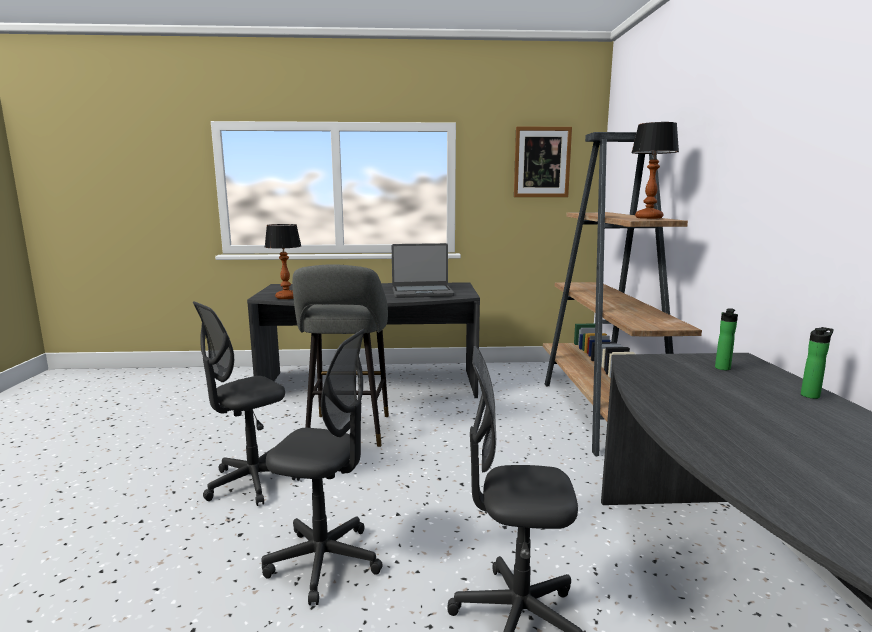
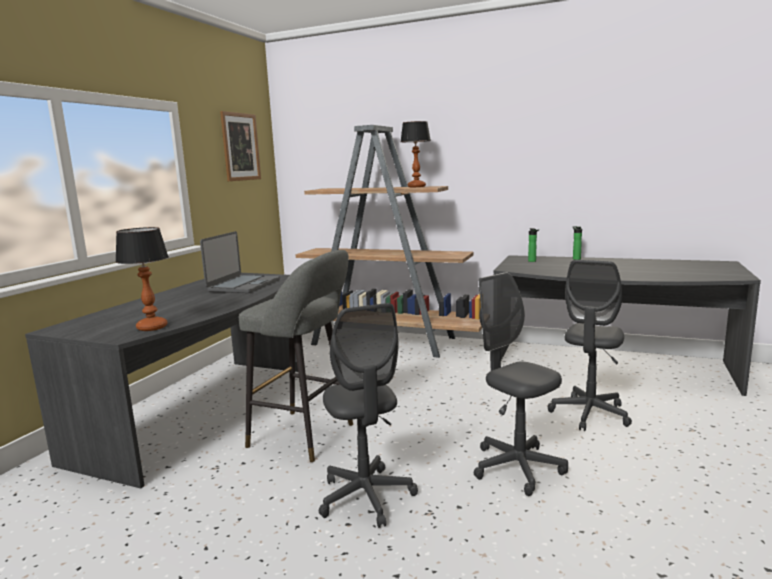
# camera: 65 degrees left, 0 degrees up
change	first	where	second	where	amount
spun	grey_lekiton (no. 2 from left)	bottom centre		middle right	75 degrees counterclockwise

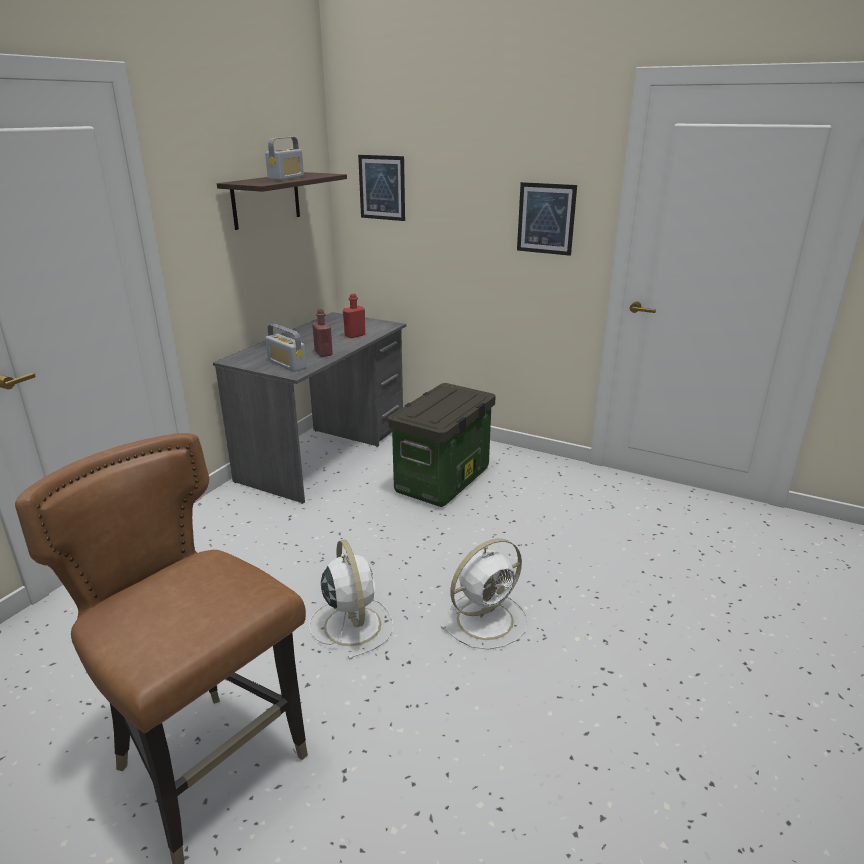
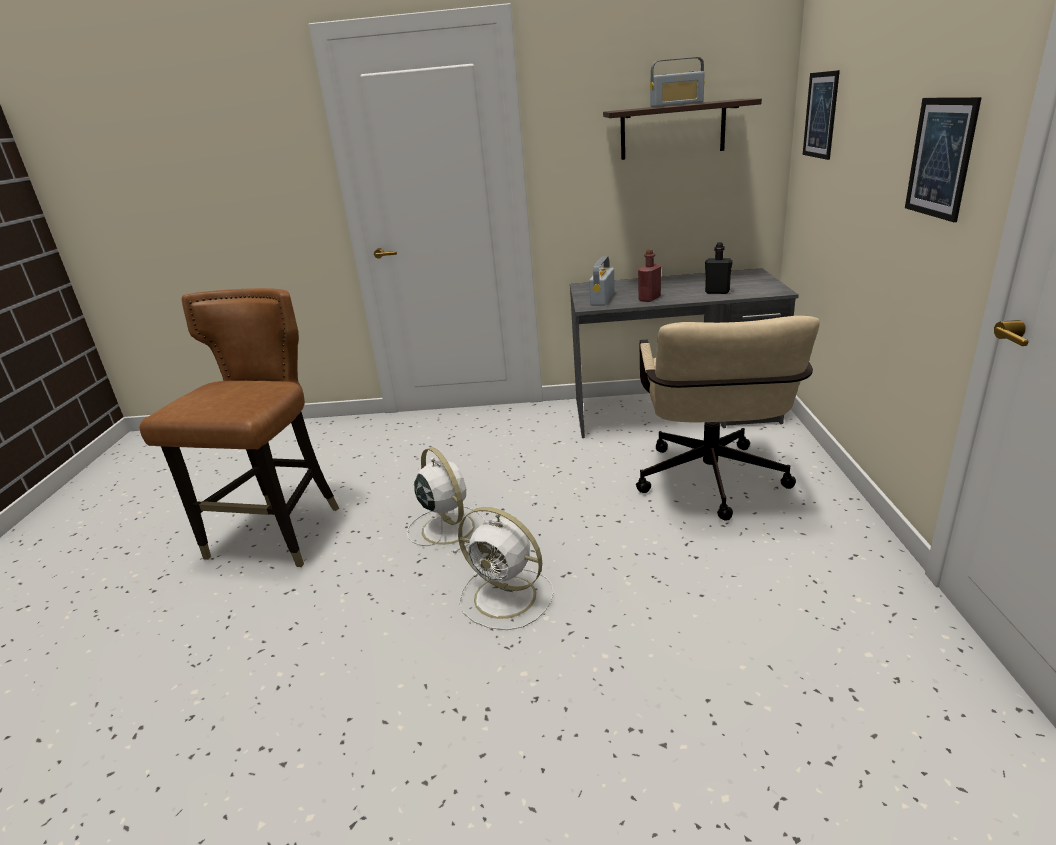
# camera: 65 degrees right, 0 degrees up
change	first	where	second	where	amount
exchanged	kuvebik	centre	beige_lekiton	middle right	
colour	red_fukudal (no. 2 from left)	centre	black_fukudal	top right	
spun	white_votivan (no. 1 from left)	bottom centre		centre	75 degrees counterclockwise

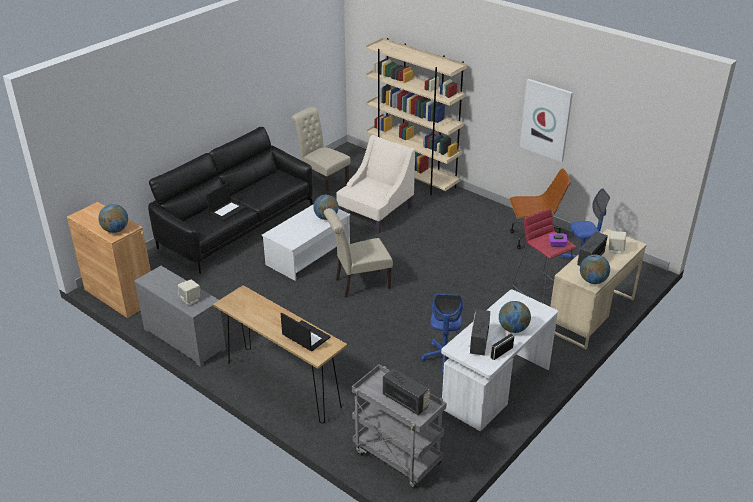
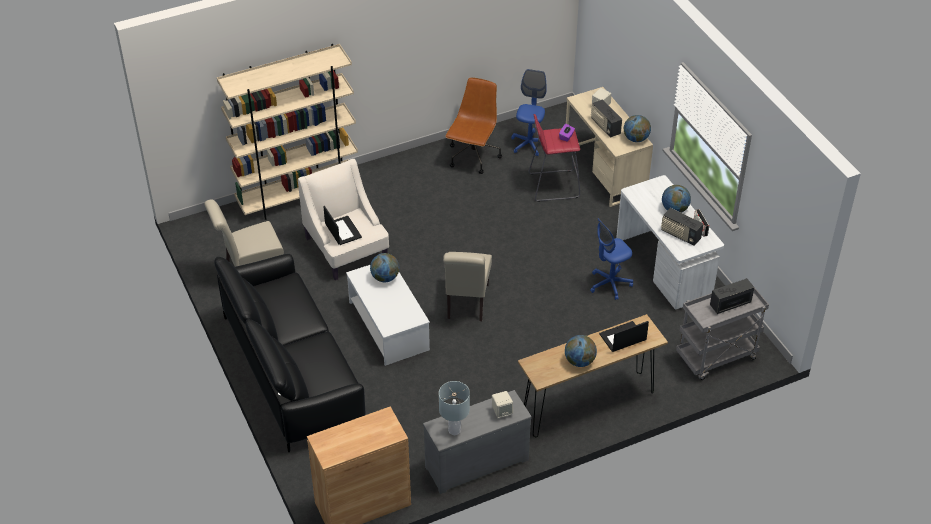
# camera: 65 degrees left, 10 degrees up
change	first	where	second	where	amount
missing	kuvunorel	top right			
appeared			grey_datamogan	bottom centre	
relocated	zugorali (no. 1 from left in the first image)	middle left	zugorali (no. 2 from left)	bottom centre	
relocated	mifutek (no. 1 from left)	middle left		centre	
spun	blue_lekiton (no. 1 from left in the first image)	centre	blue_lekiton (no. 2 from left)	centre	120 degrees clockwise

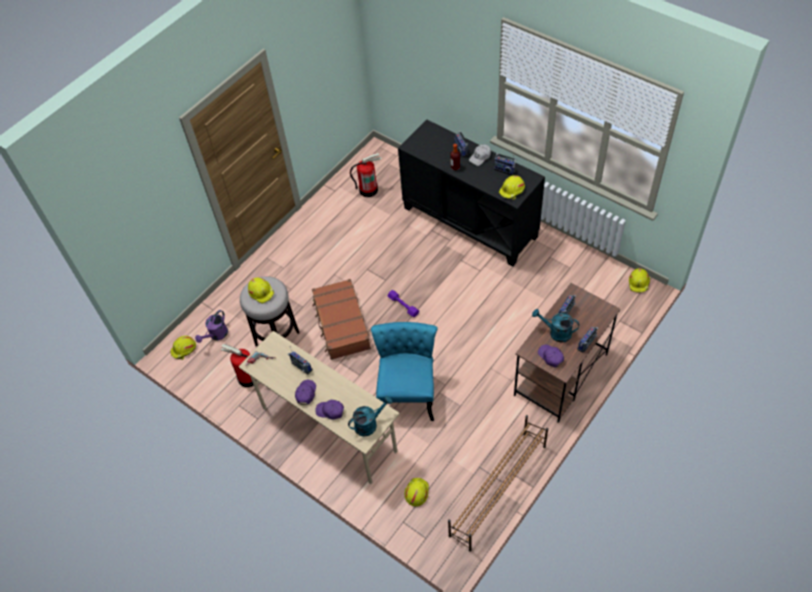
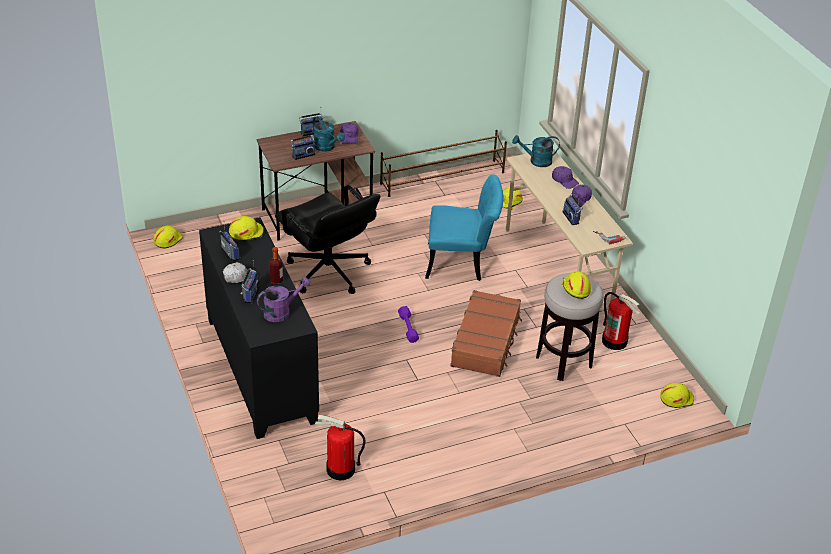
# camera: 155 degrees left, 15 degrees down
change	first	where	second	where	amount
appeared			black_lekiton	centre	
relocated	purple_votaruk	middle left		centre	
spun	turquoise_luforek	centre		centre	120 degrees counterclockwise

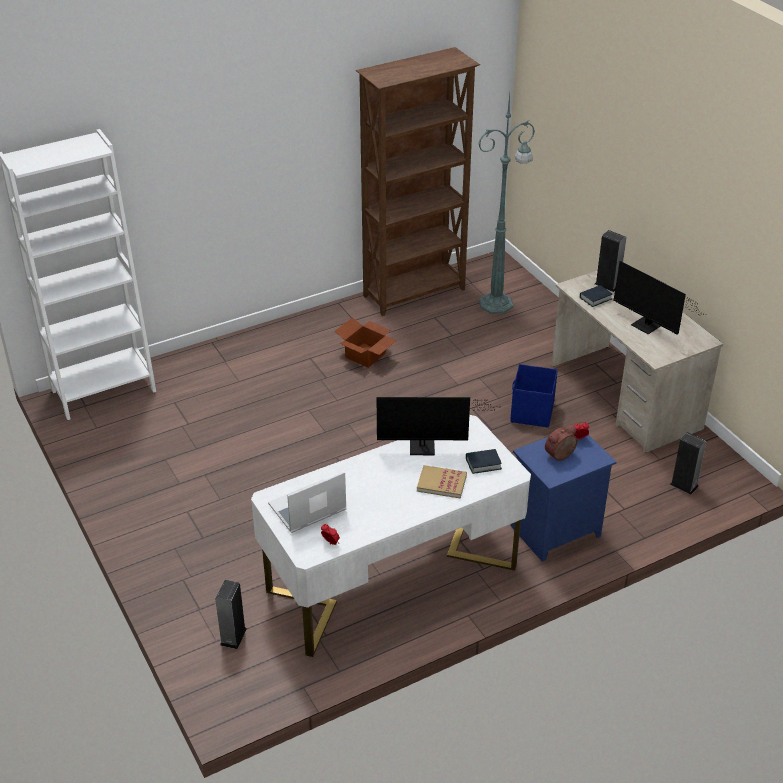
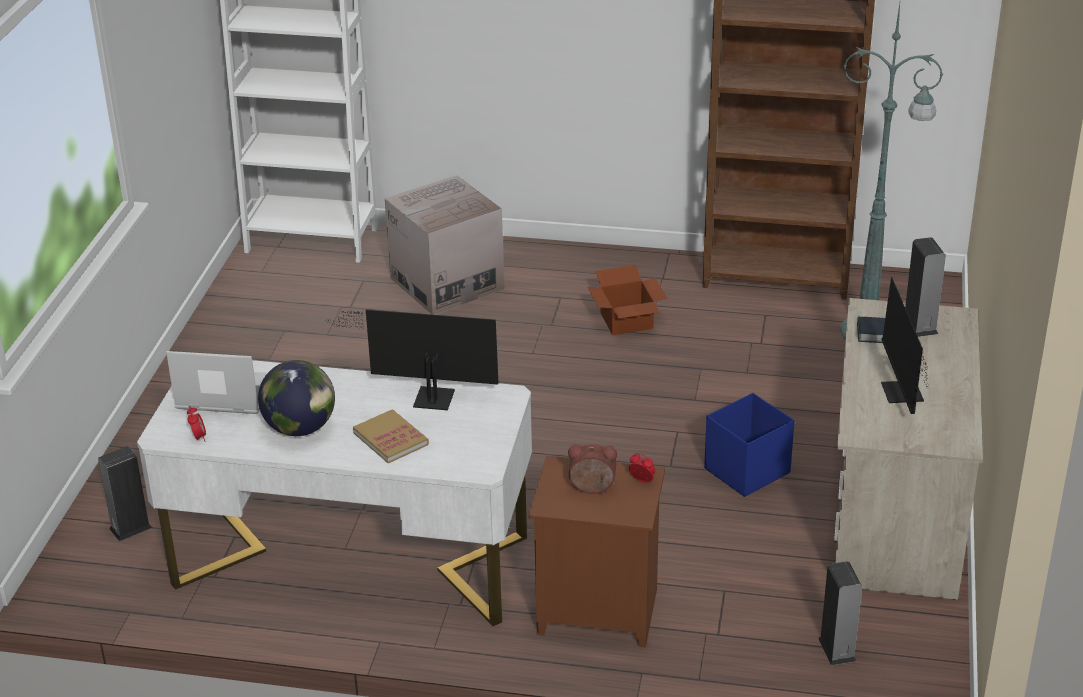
# camera: 40 degrees right, 5 degrees down
change	first	where	second	where	amount
missing	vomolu (no. 2 from left)	centre			
appeared			zugorali	middle left	
appeared			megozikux (no. 1 from left)	centre	
colour	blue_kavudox	middle right	brown_kavudox	bottom centre	
spun	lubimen (no. 1 from left)	centre		centre	150 degrees clockwise

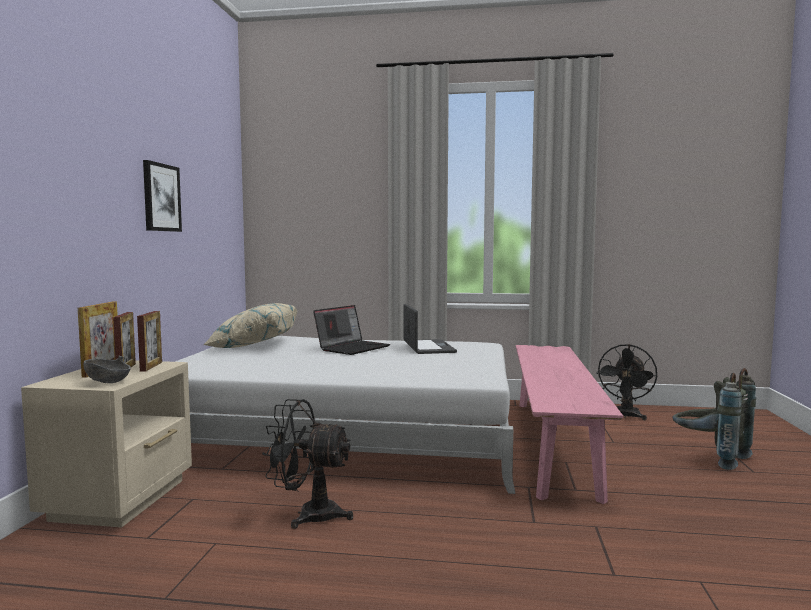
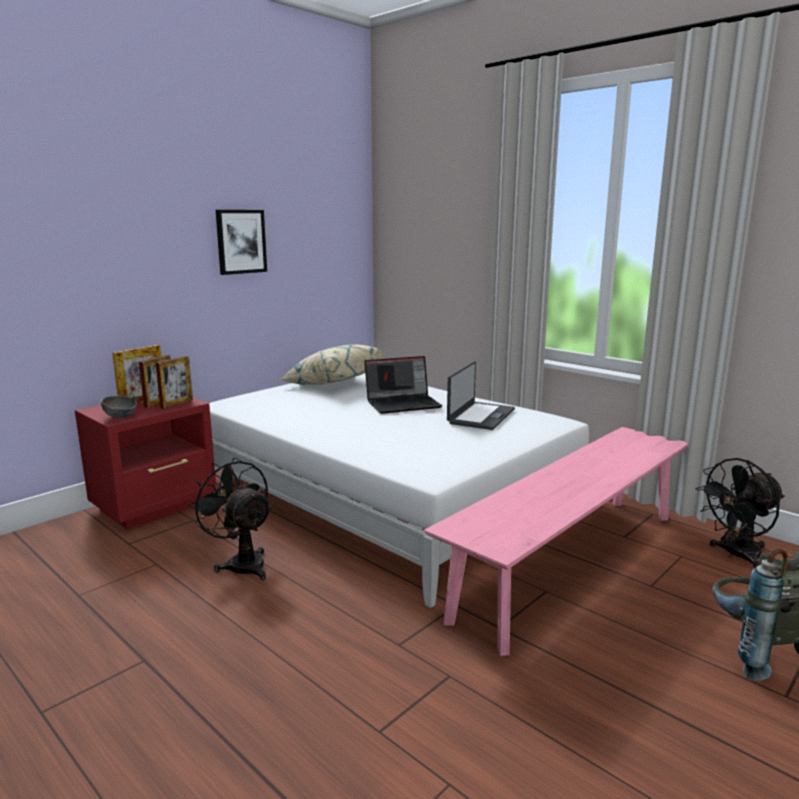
# camera: 35 degrees right, 10 degrees up
change	first	where	second	where	amount
colour	beige_kavudox	bottom left	red_kavudox	middle left	

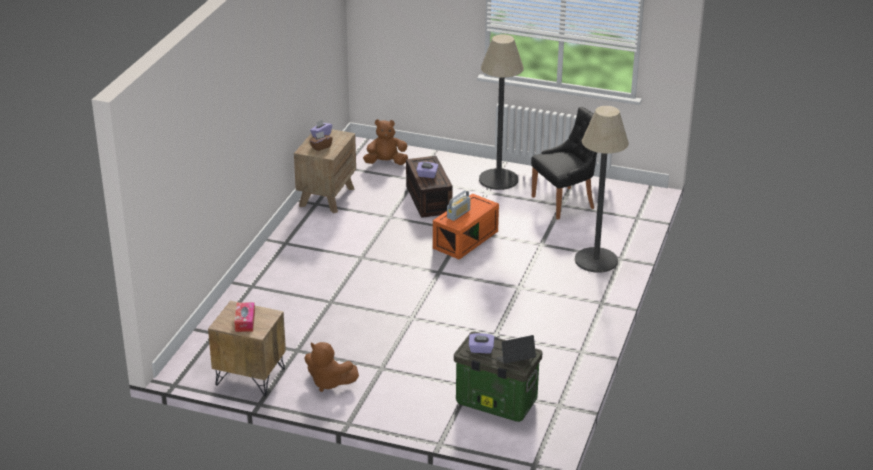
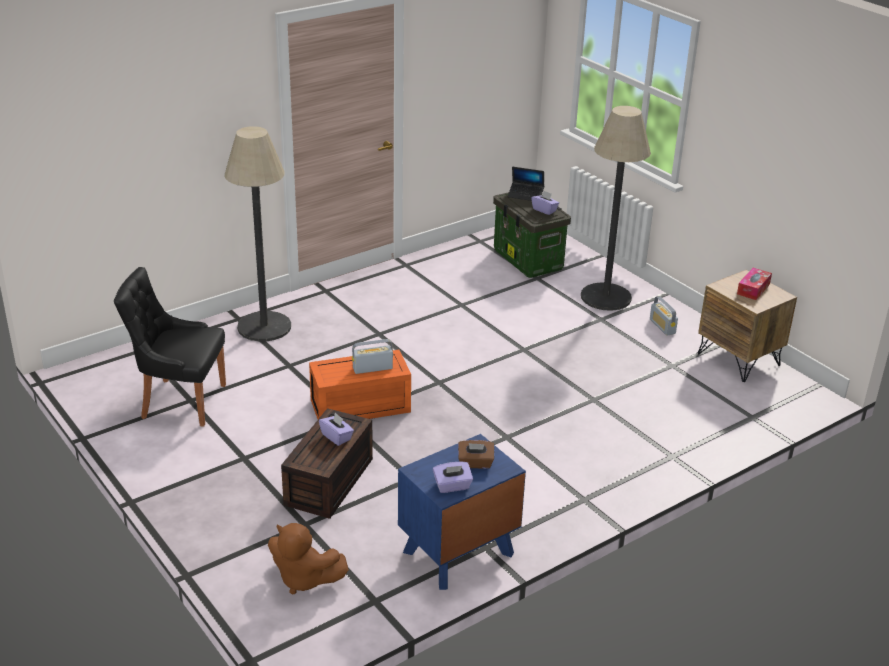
# camera: 145 degrees left, 0 degrees up
change	first	where	second	where	amount
relocated	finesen (no. 1 from left in the first image)	top centre	finesen (no. 2 from left)	top right	
exchanged	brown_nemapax (no. 1 from left)	bottom centre	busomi (no. 2 from left)	middle right	
colour	brown_kavudox (no. 2 from left)	centre	blue_kavudox	bottom centre	

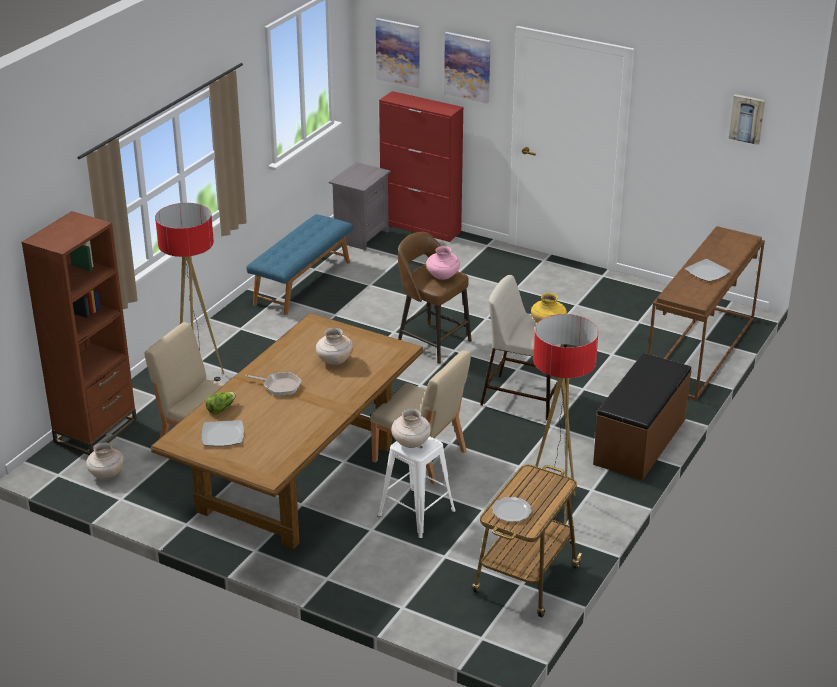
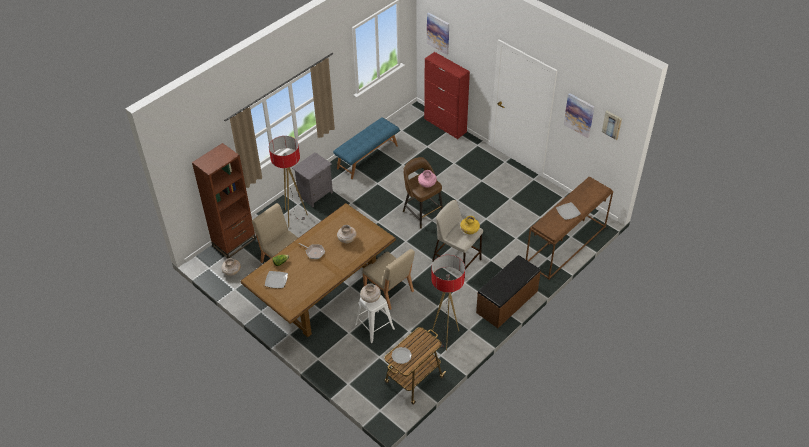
# camera: 15 degrees right, 15 degrees up
change	first	where	second	where	amount
relocated	grey_kavudox	top centre		centre	
relocated	kuvunorel (no. 2 from left)	top centre		top right	

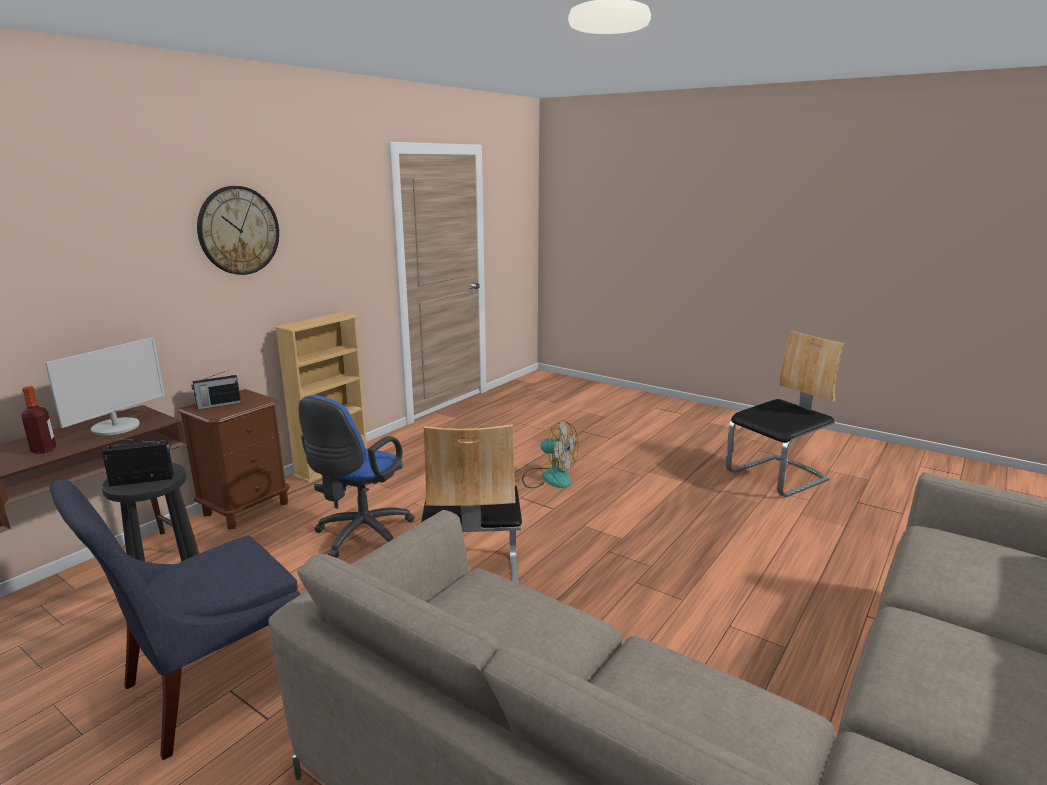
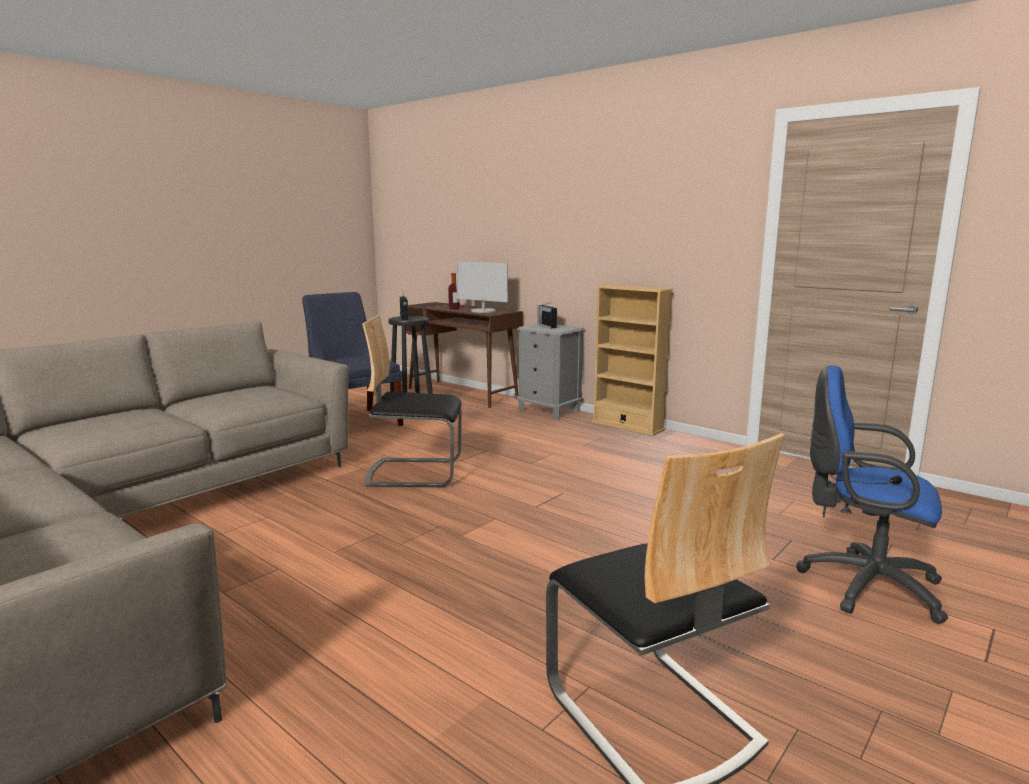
# camera: 95 degrees right, 5 degrees down
change	first	where	second	where	amount
missing	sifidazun	top left			
missing	votivan	centre			
relocated	blue_lekiton	centre		middle right	
colour	brown_kavudox	middle left	grey_kavudox	centre	

